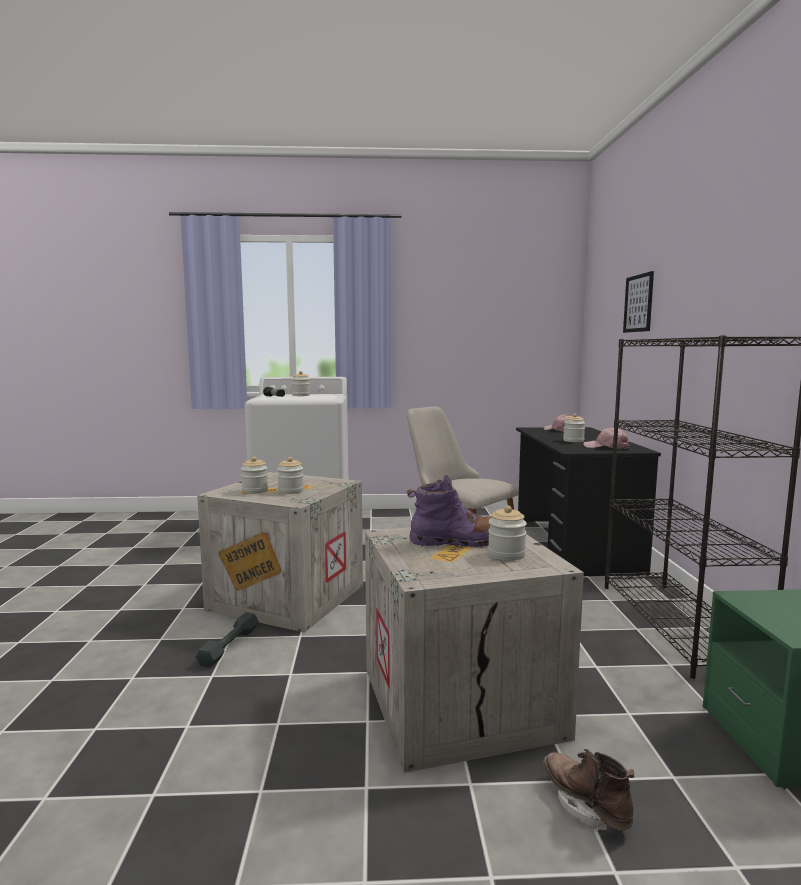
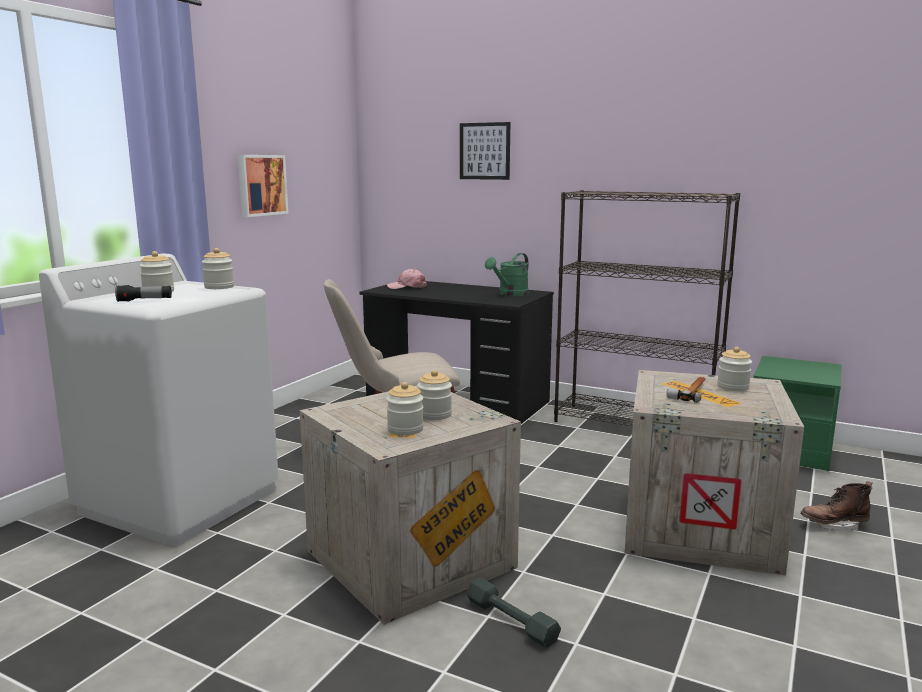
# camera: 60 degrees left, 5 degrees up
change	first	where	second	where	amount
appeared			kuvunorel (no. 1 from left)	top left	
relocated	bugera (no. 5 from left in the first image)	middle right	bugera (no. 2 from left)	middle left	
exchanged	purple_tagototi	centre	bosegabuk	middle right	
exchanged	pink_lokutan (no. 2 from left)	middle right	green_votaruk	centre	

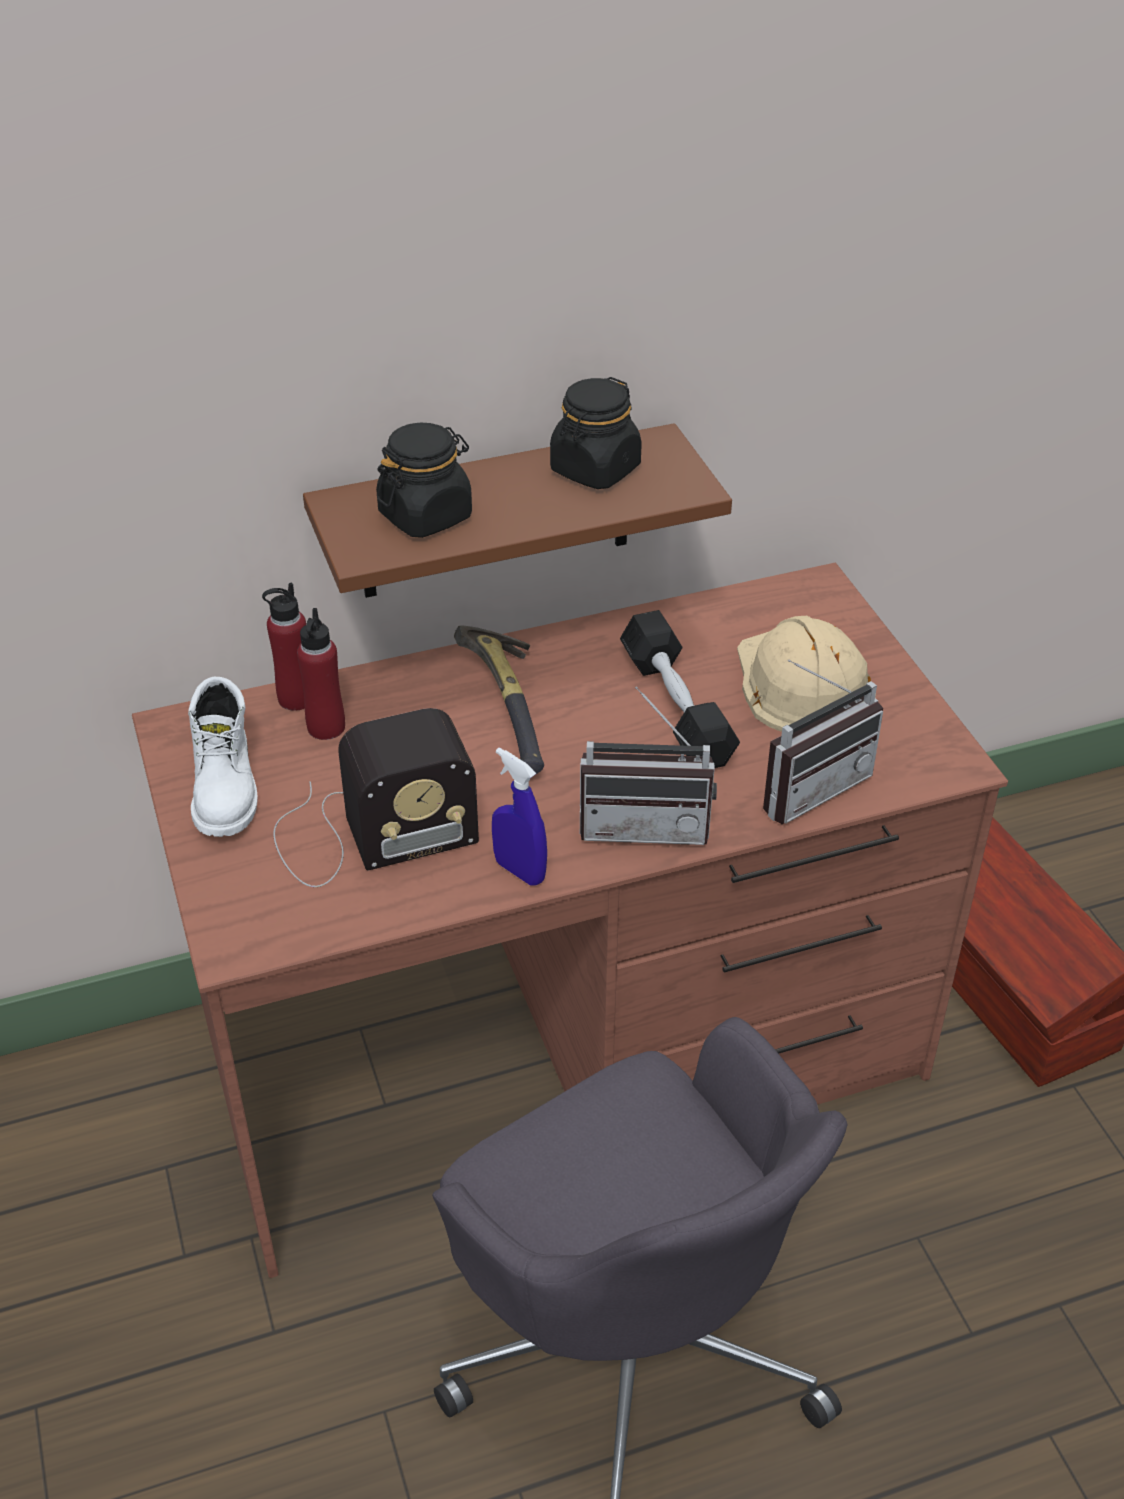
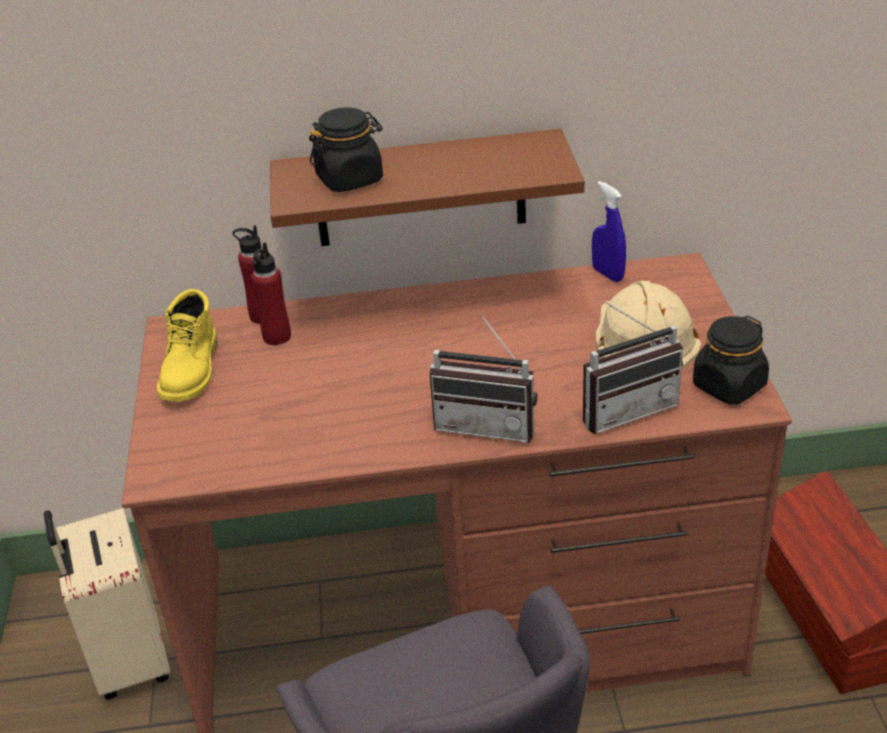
# camera: 15 degrees right, 5 degrees down
change	first	where	second	where	amount
missing	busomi (no. 1 from left)	centre			
missing	bosegabuk	centre			
missing	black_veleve	centre			
appeared			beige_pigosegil	bottom left	
relocated	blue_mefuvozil	centre		top right	
relocated	black_bugera (no. 2 from left)	top centre		middle right	
colour	white_tagototi	middle left	yellow_tagototi	middle left	

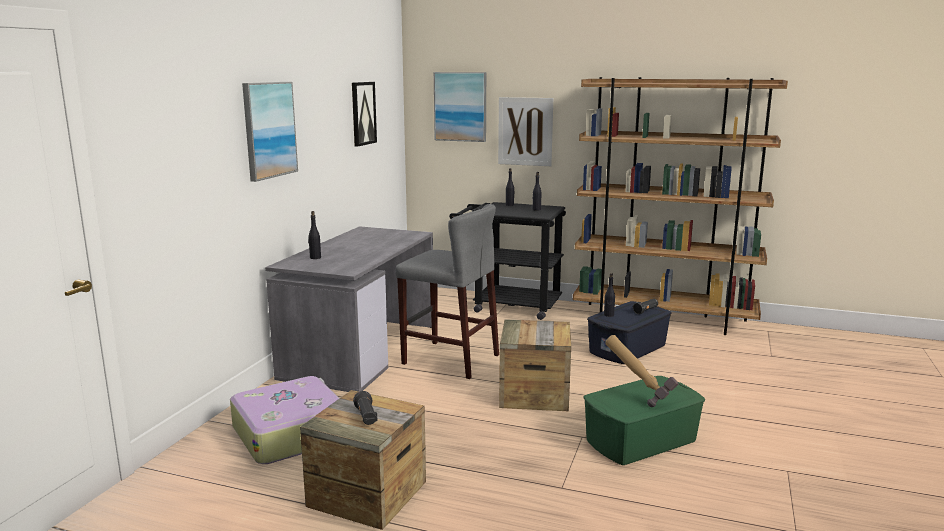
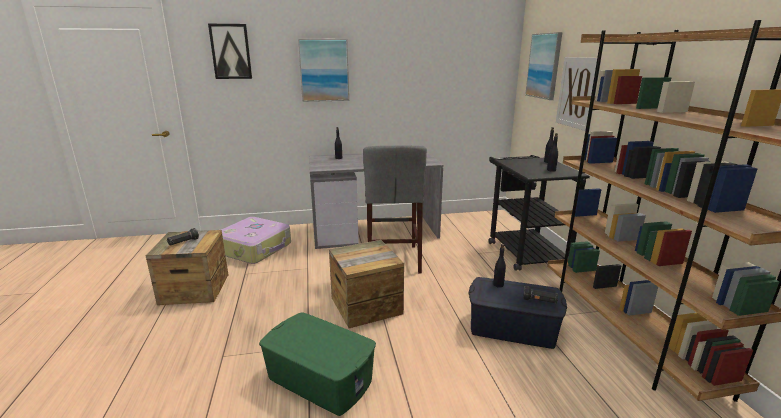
# camera: 60 degrees right, 5 degrees up
change	first	where	second	where	amount
missing	bosegabuk	bottom right			
relocated	kuvunorel (no. 2 from left in the first image)	top centre	kuvunorel (no. 1 from left)	top left	

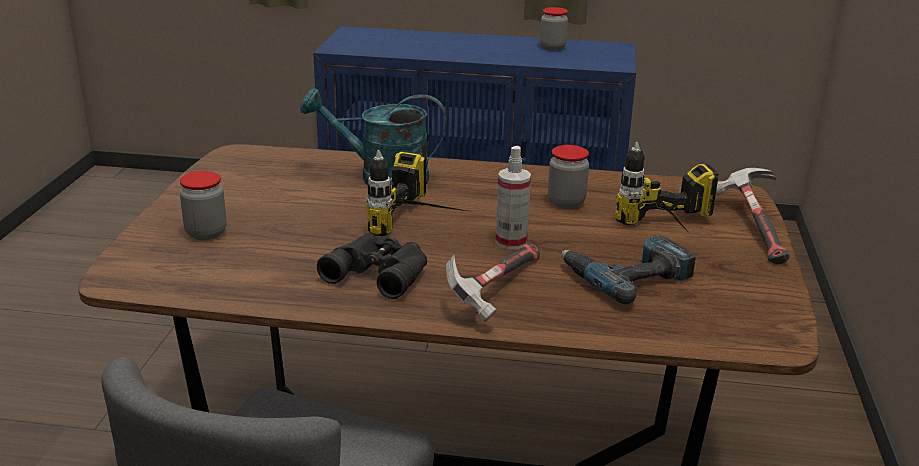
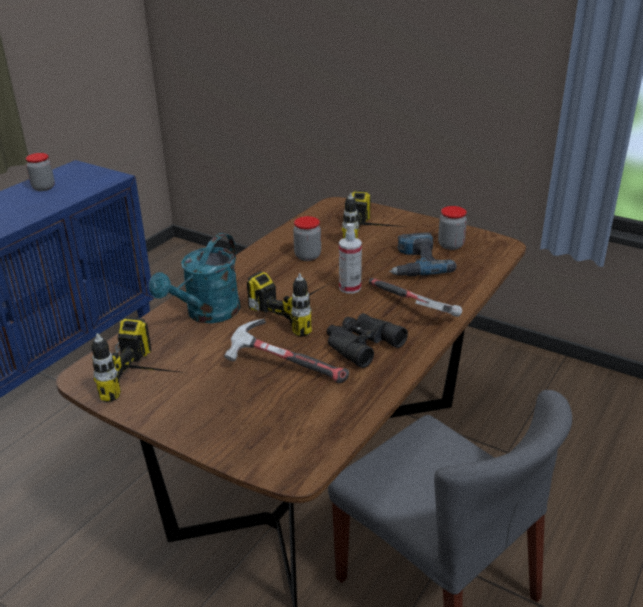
# camera: 65 degrees left, 5 degrees up
change	first	where	second	where	amount
appeared			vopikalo (no. 1 from left)	middle left	
relocated	bugera (no. 1 from left in the first image)	middle left	bugera (no. 3 from left)	middle right	
relocated	bosegabuk (no. 2 from left in the first image)	middle right	bosegabuk (no. 1 from left)	centre	

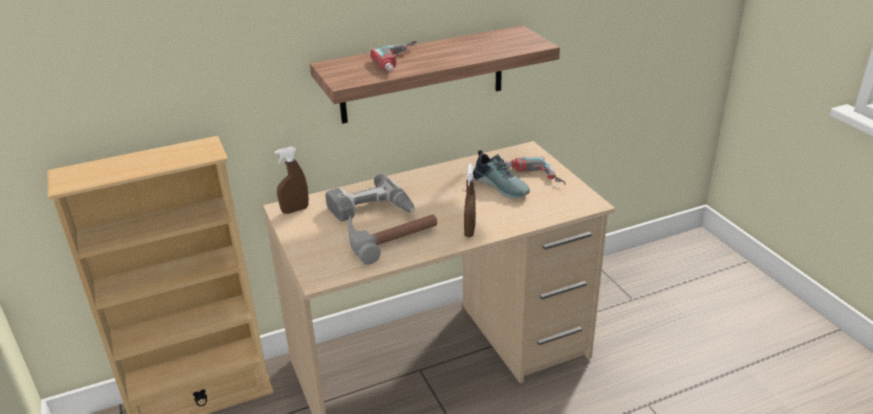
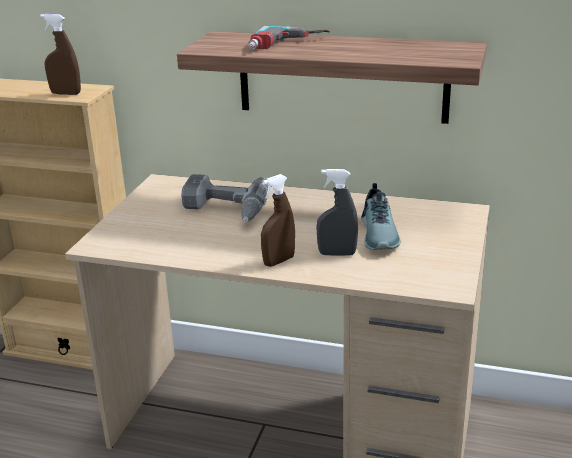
# camera: 40 degrees right, 5 degrees down
change	first	where	second	where	amount
missing	bosegabuk	centre			
missing	vopikalo (no. 3 from left)	centre			
appeared			grey_mefuvozil	centre	
relocated	brown_mefuvozil (no. 1 from left)	centre		top left	

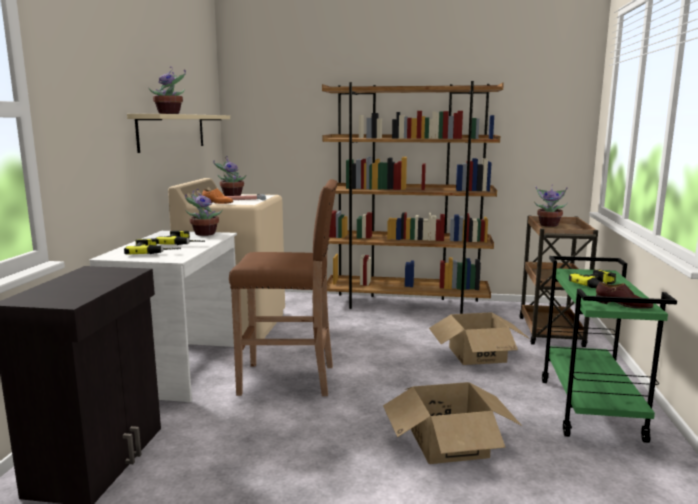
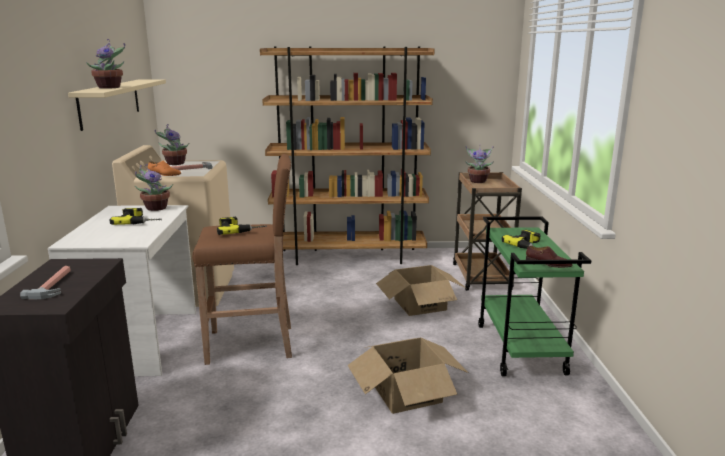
# camera: 10 degrees left, 5 degrees up
change	first	where	second	where	amount
appeared			bosegabuk (no. 1 from left)	middle left	
relocated	vopikalo (no. 1 from left in the first image)	middle left	vopikalo (no. 2 from left)	centre	

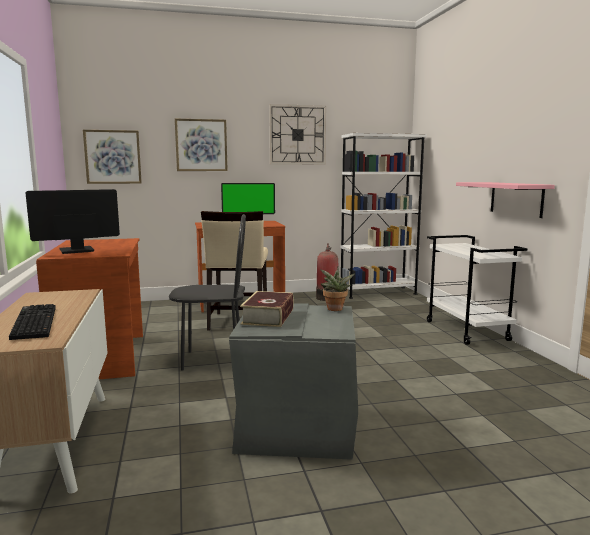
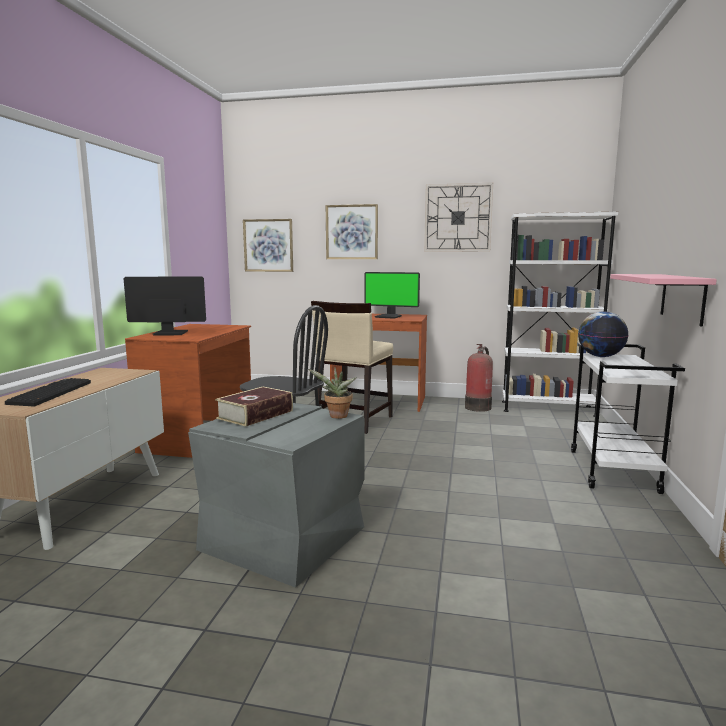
# camera: 25 degrees right, 0 degrees up
change	first	where	second	where	amount
appeared			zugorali	middle right	

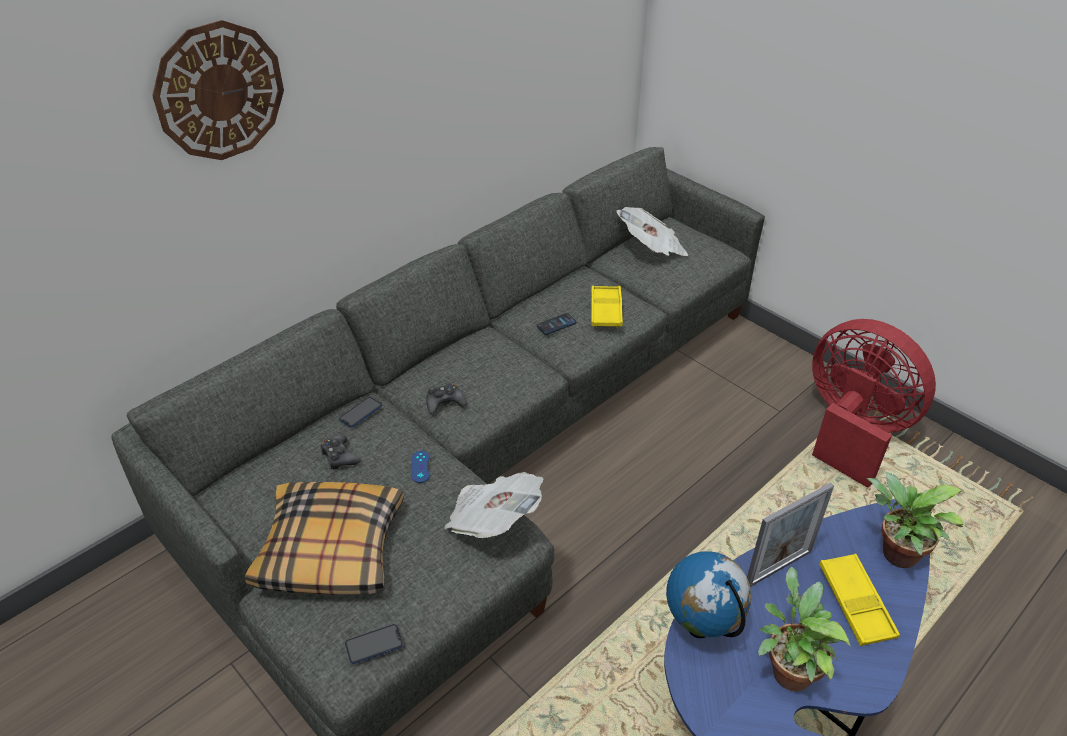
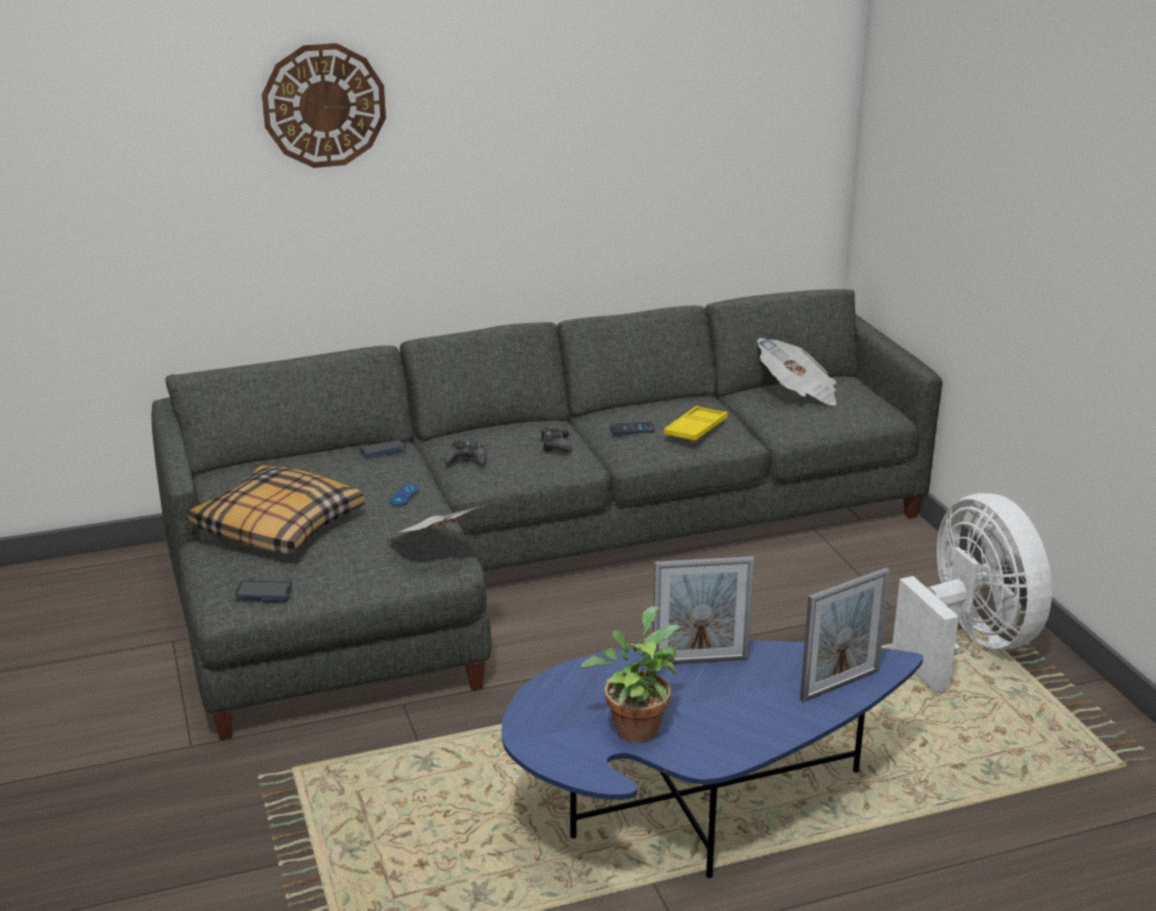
# camera: 25 degrees right, 15 degrees down
change	first	where	second	where	amount
missing	zugorali	bottom centre			
missing	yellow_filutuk (no. 2 from left)	bottom right			
relocated	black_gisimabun (no. 1 from left in the first image)	middle left	black_gisimabun (no. 2 from left)	centre	
exchanged	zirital (no. 2 from left)	bottom right	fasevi (no. 2 from left)	bottom right	
colour	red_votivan	middle right	white_votivan	middle right	

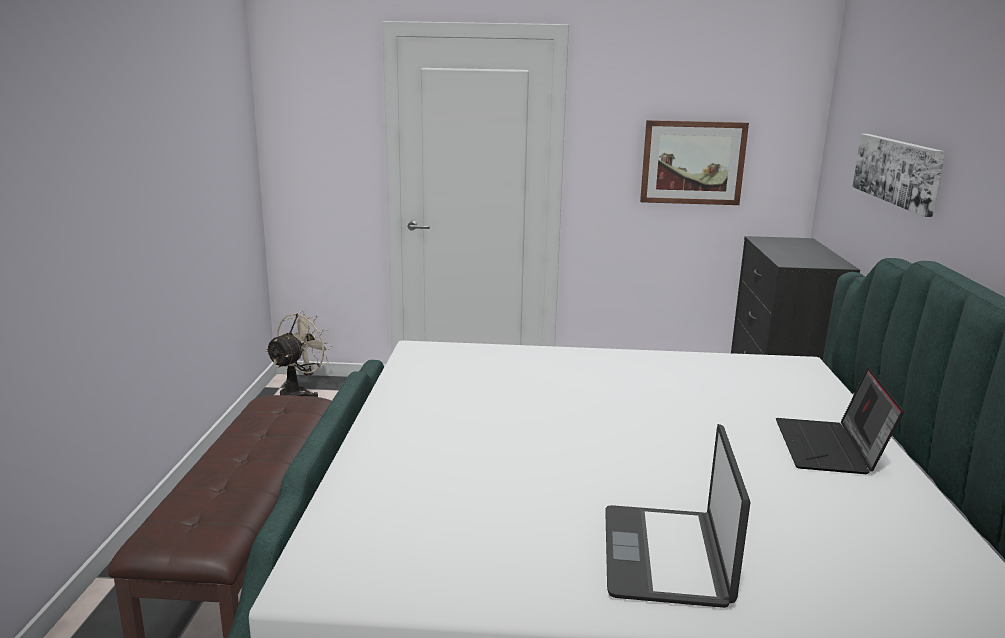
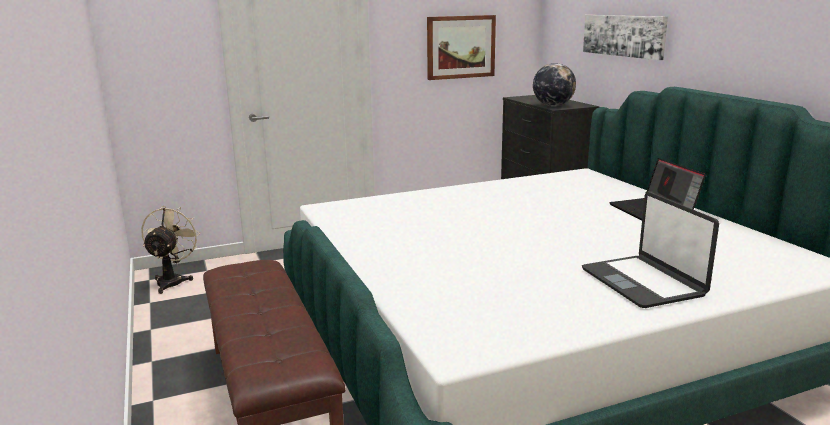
# camera: 25 degrees left, 0 degrees up
change	first	where	second	where	amount
appeared			zugorali	top right	

